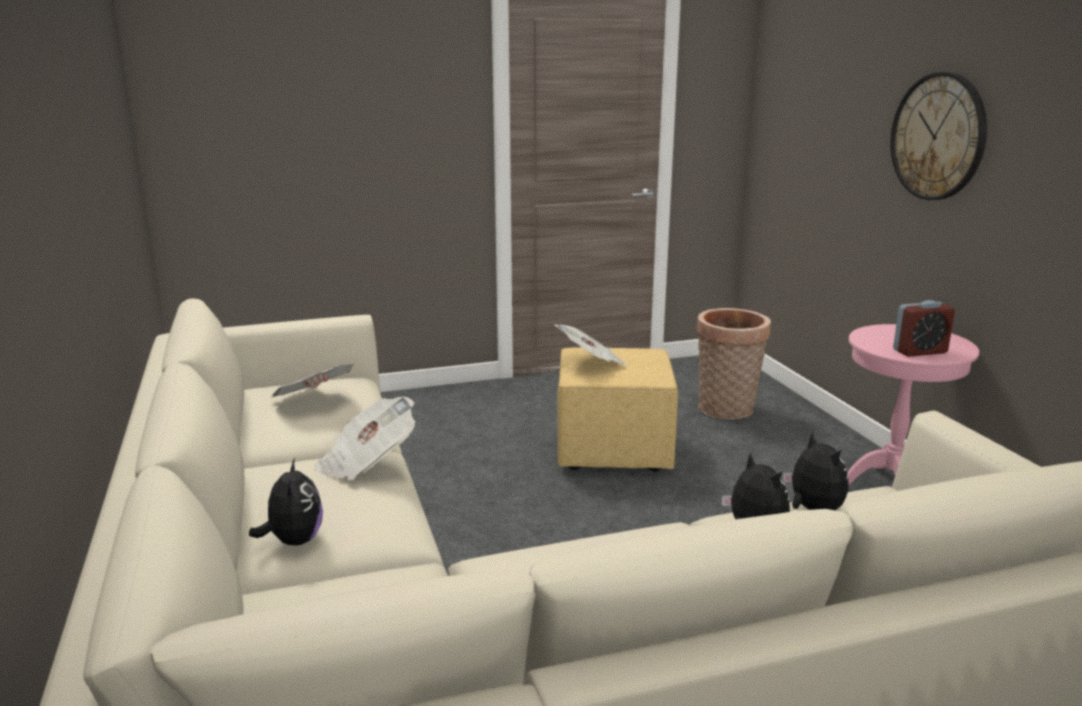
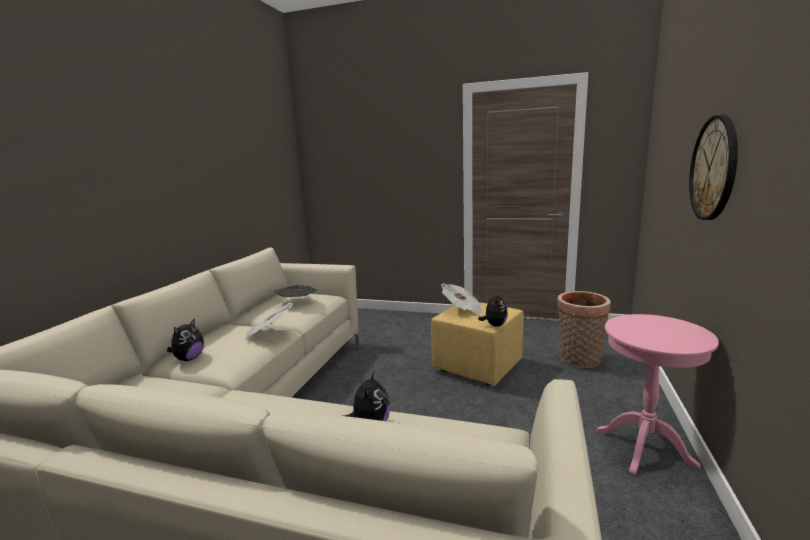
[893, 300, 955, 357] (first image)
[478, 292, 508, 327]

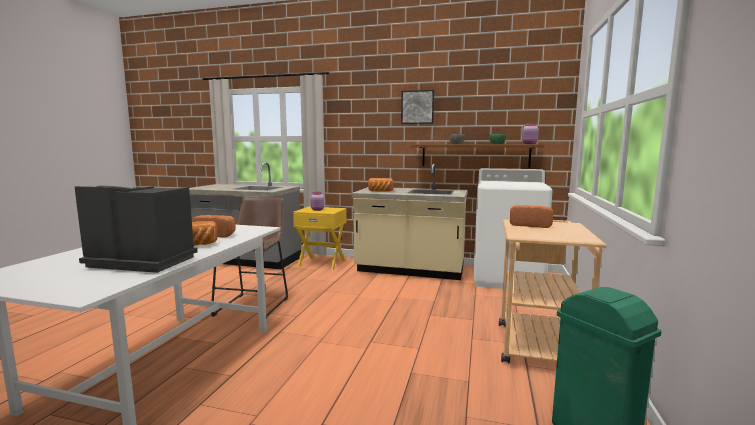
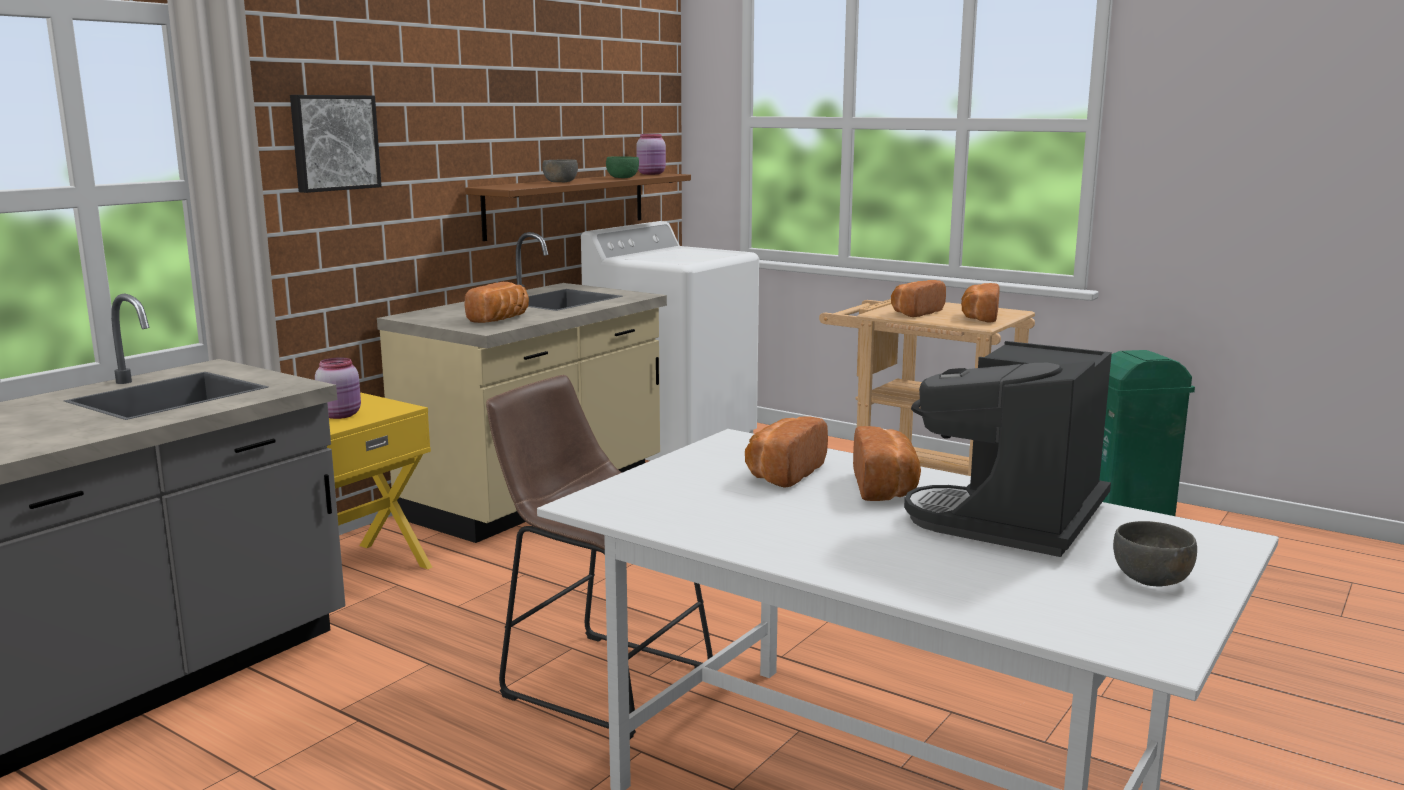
[290, 95, 382, 193]
[961, 283, 1000, 323]
[1113, 521, 1197, 586]

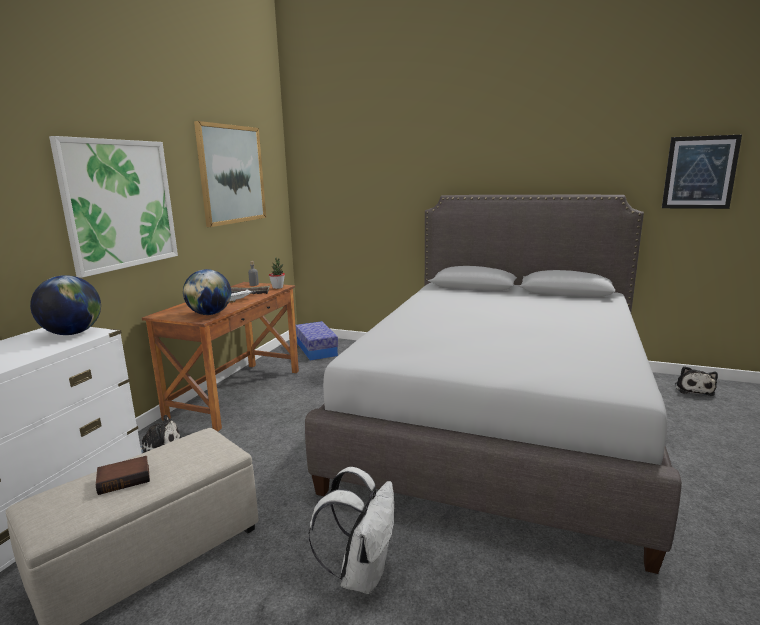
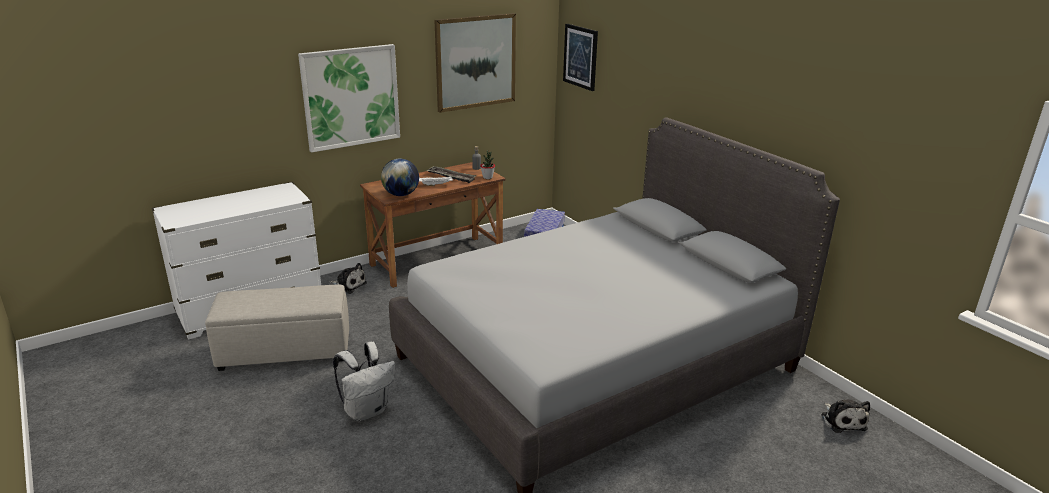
[563, 24, 598, 91]
[30, 275, 101, 335] (first image)
[821, 399, 870, 433]
[96, 456, 150, 495] (first image)

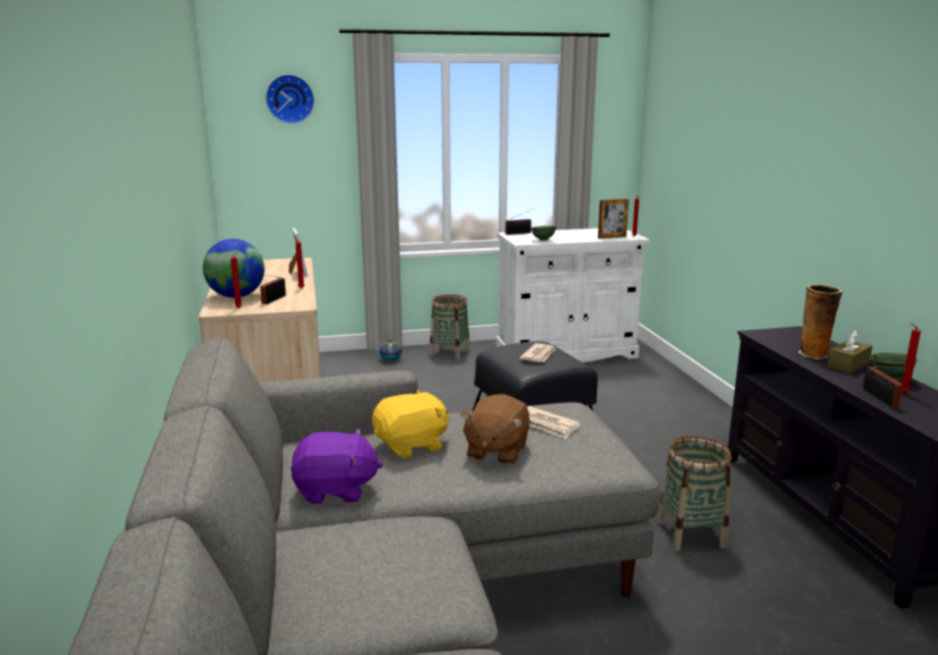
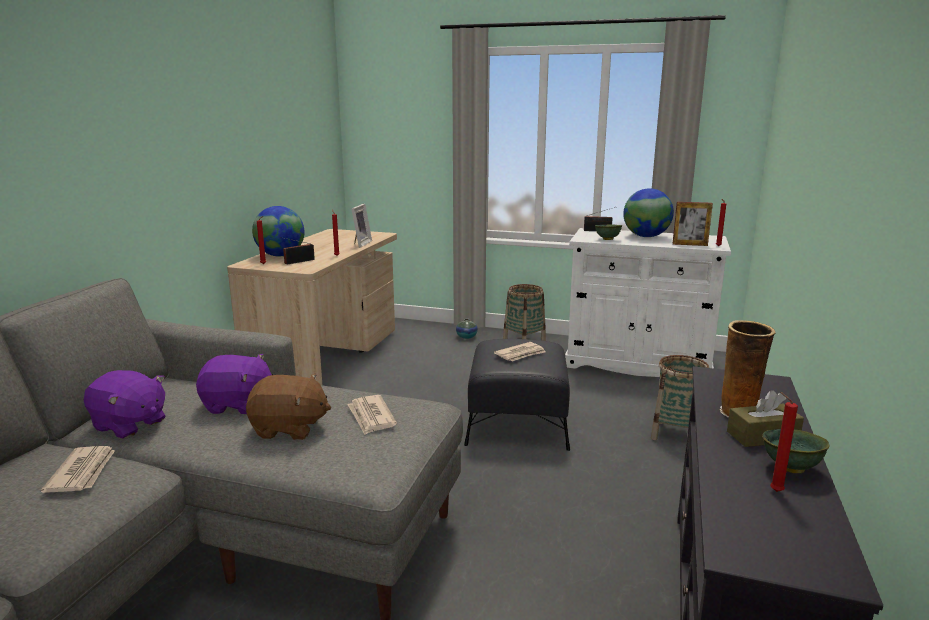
[266, 74, 314, 124] (first image)
[862, 366, 909, 408] (first image)
[196, 354, 273, 414]
[246, 374, 331, 440]
[651, 355, 709, 440]
[623, 188, 674, 237]
[41, 446, 115, 493]

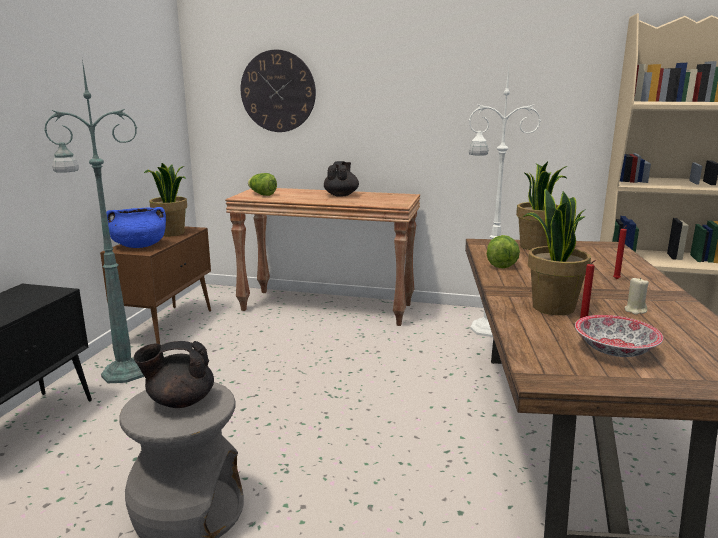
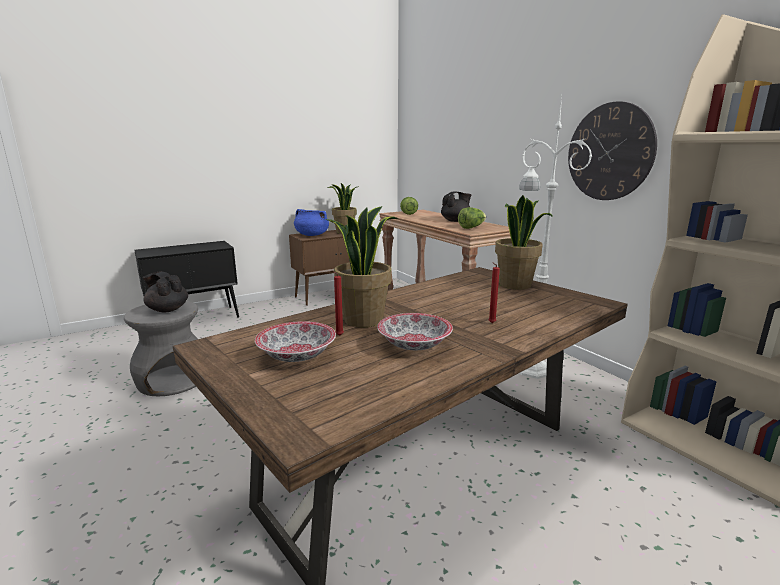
[568, 101, 657, 200]
[44, 59, 144, 383] (first image)
[458, 207, 486, 229]
[377, 313, 453, 350]

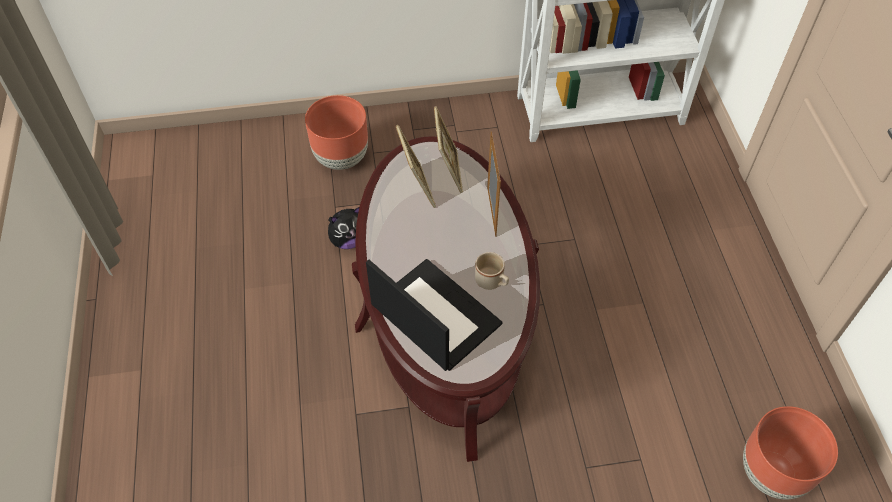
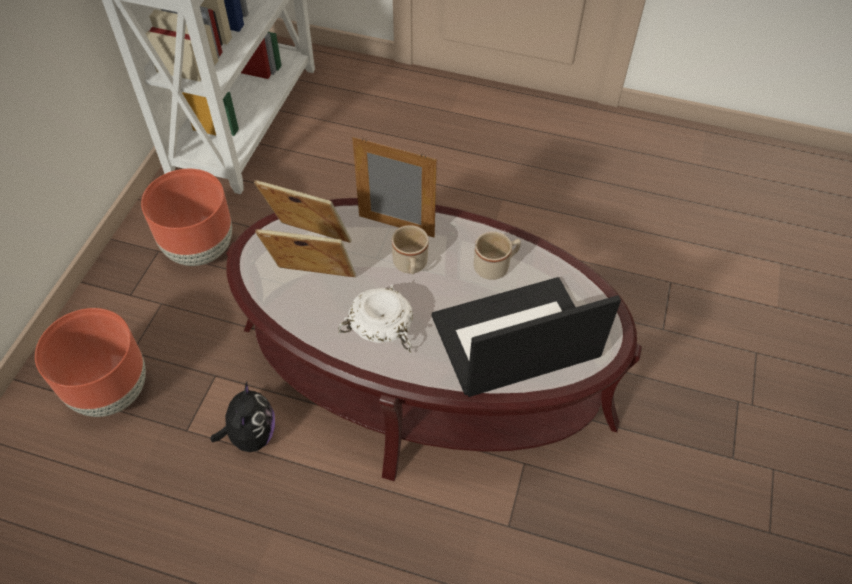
[141, 169, 232, 266]
[392, 225, 429, 274]
[338, 285, 413, 354]

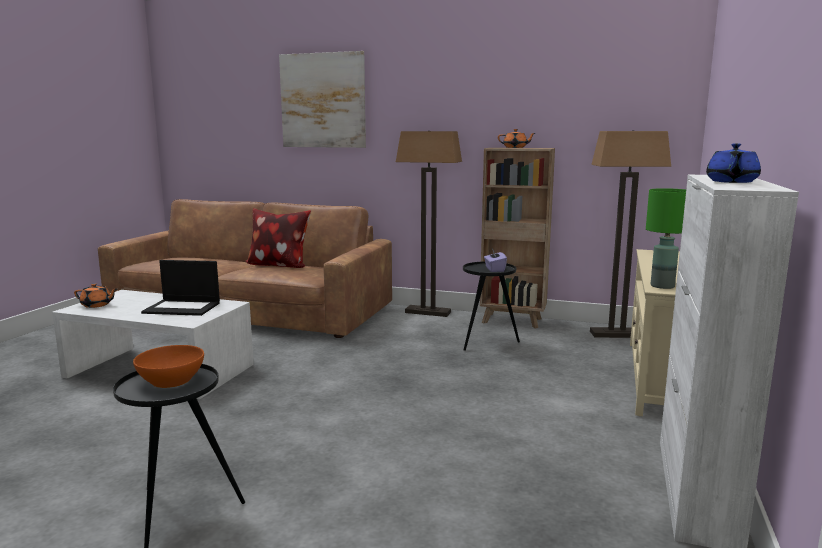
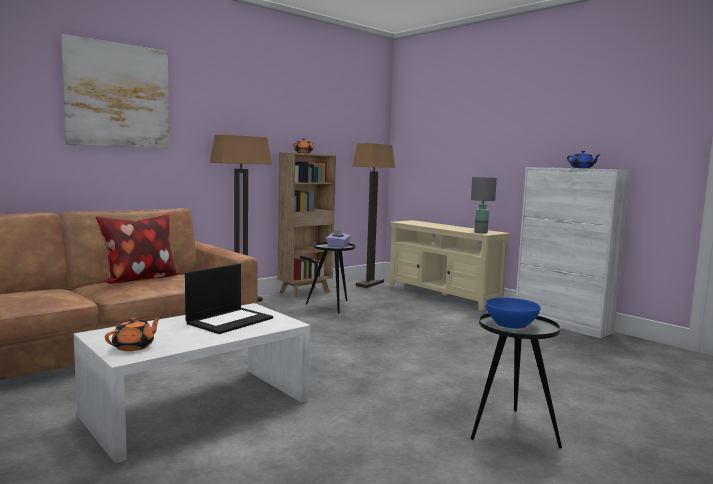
[471, 177, 497, 233]
[485, 298, 541, 329]

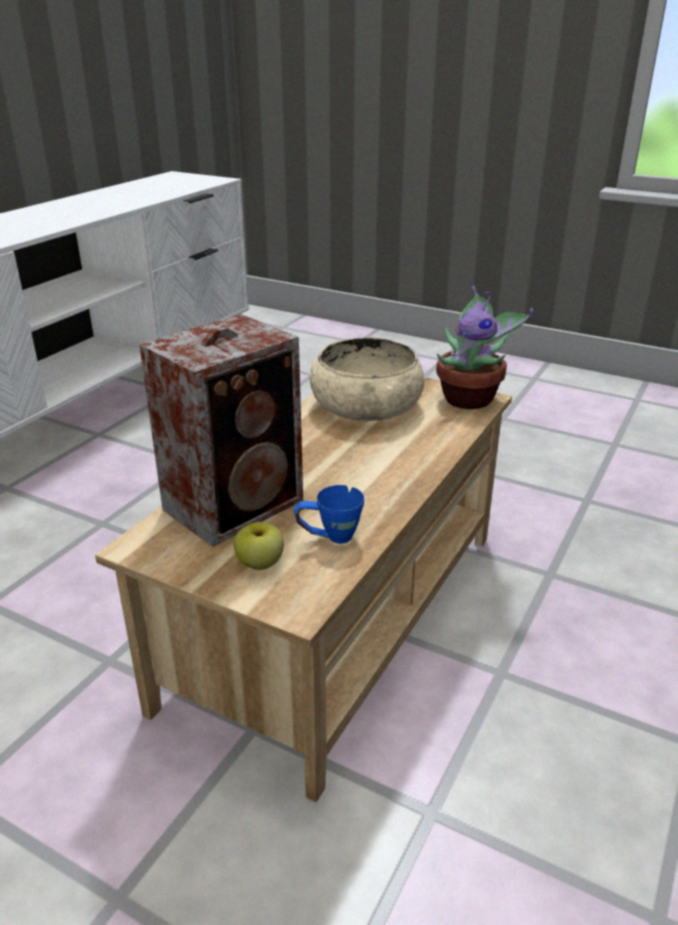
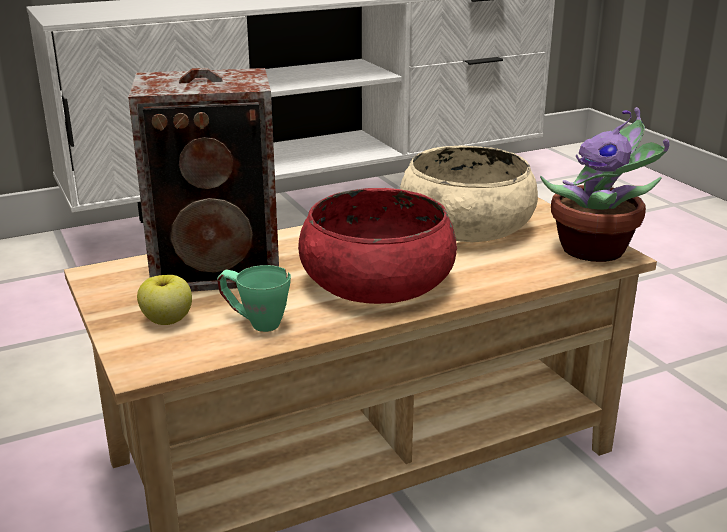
[217, 265, 291, 332]
[298, 188, 457, 304]

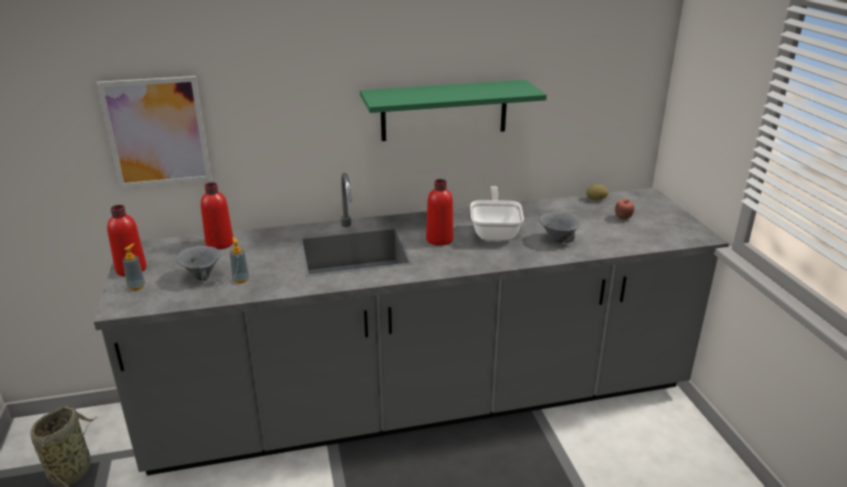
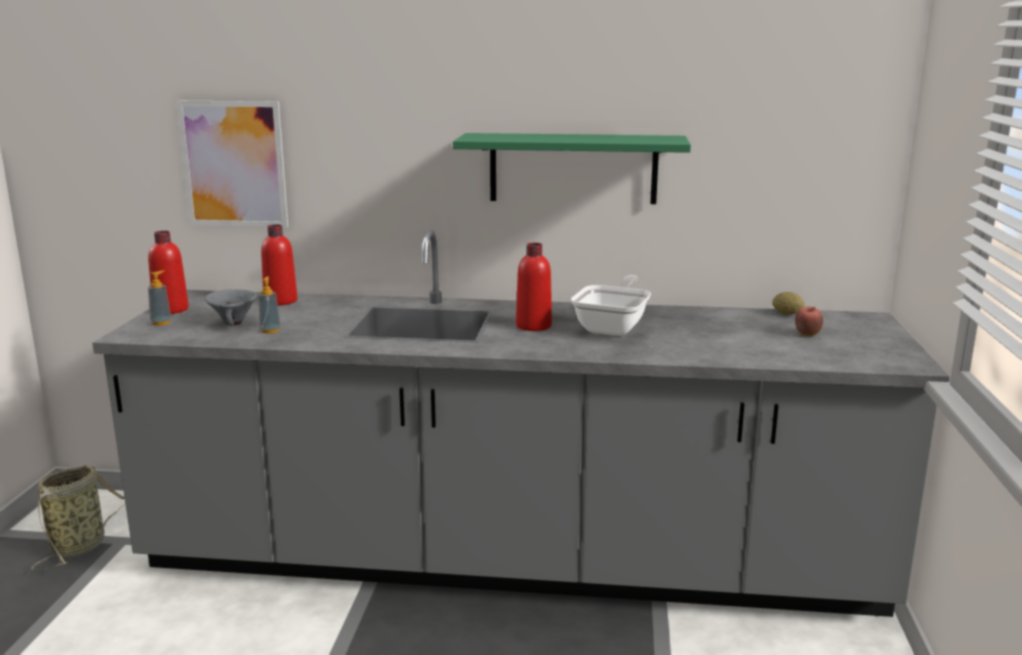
[539, 213, 579, 243] (first image)

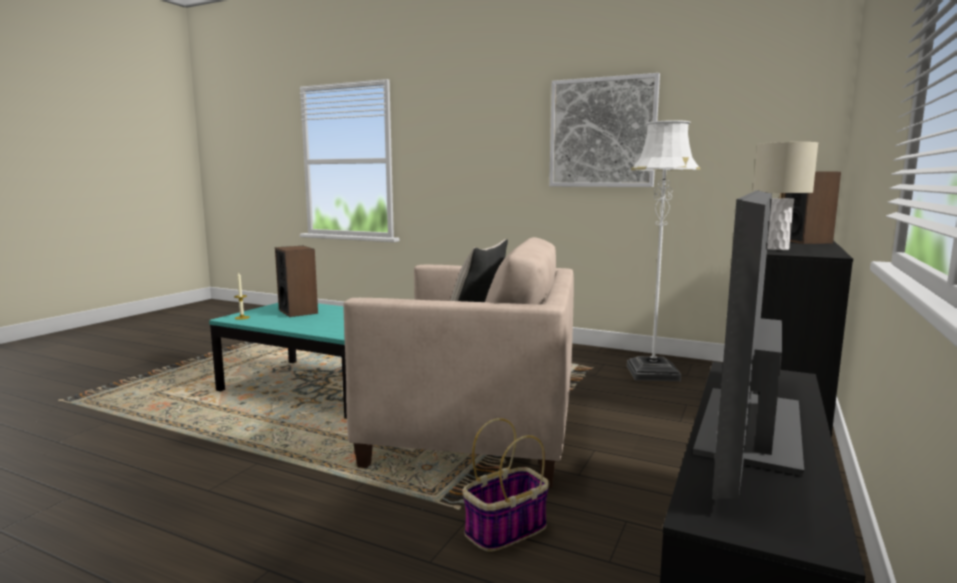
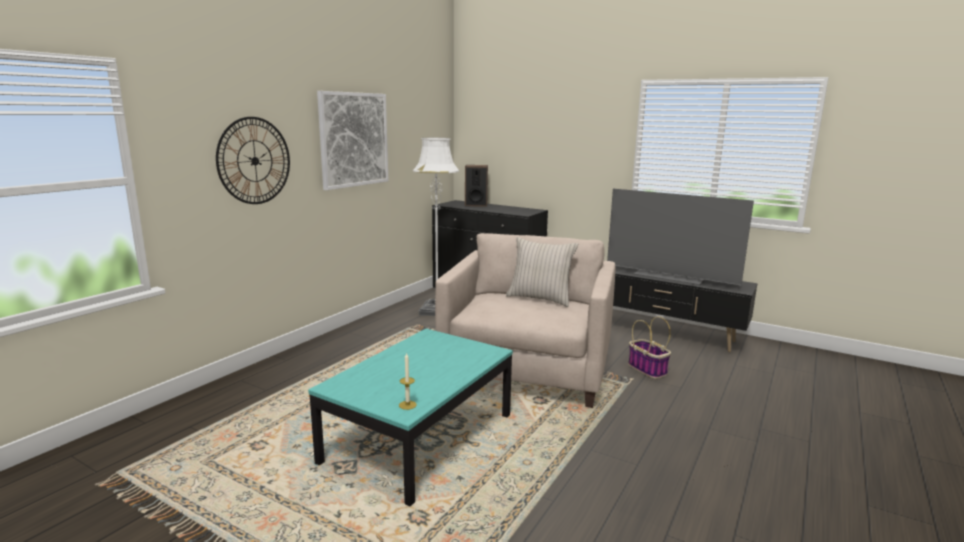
[753, 142, 818, 250] (first image)
[275, 246, 318, 317] (first image)
[216, 117, 290, 204]

